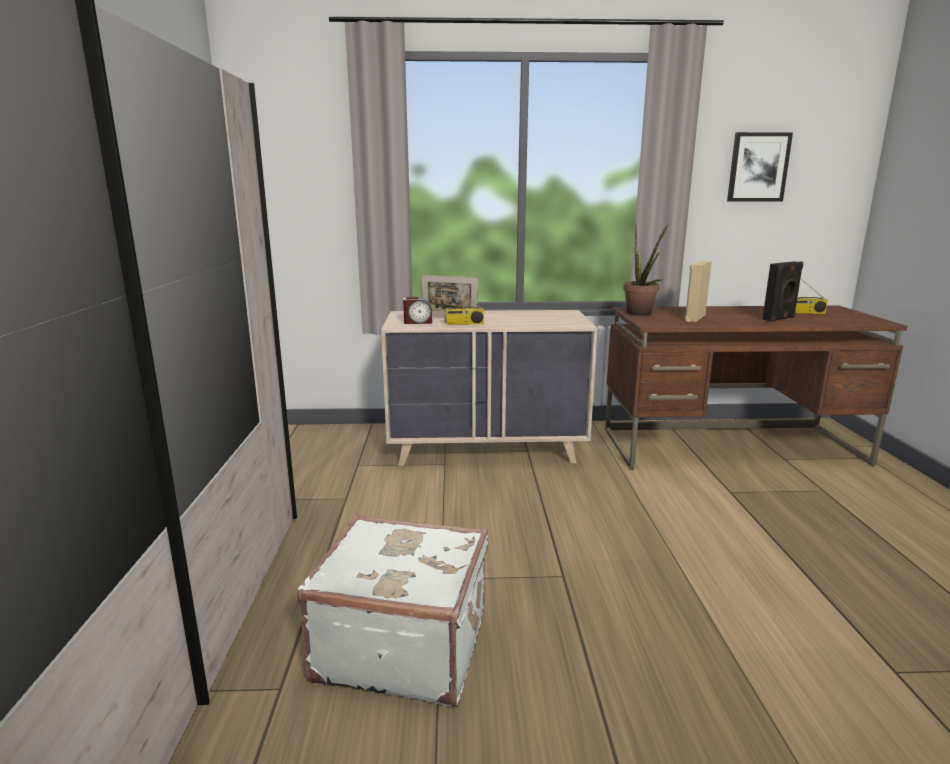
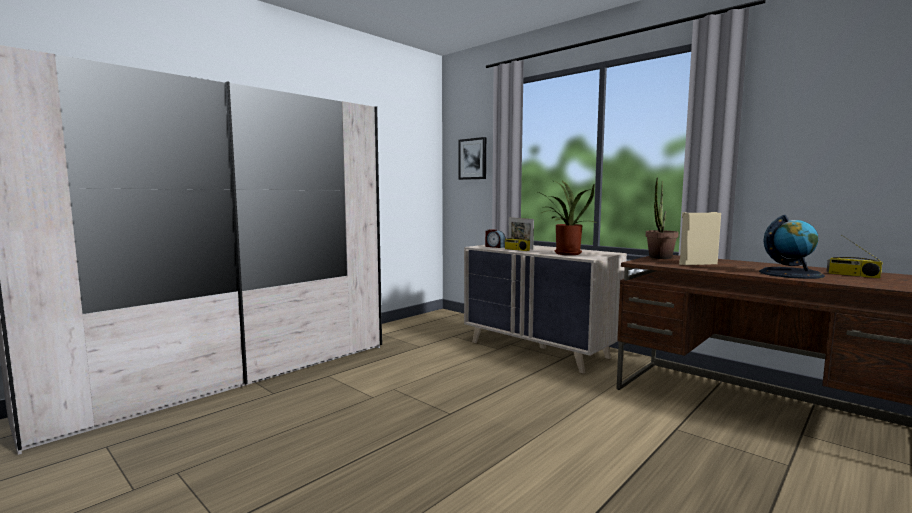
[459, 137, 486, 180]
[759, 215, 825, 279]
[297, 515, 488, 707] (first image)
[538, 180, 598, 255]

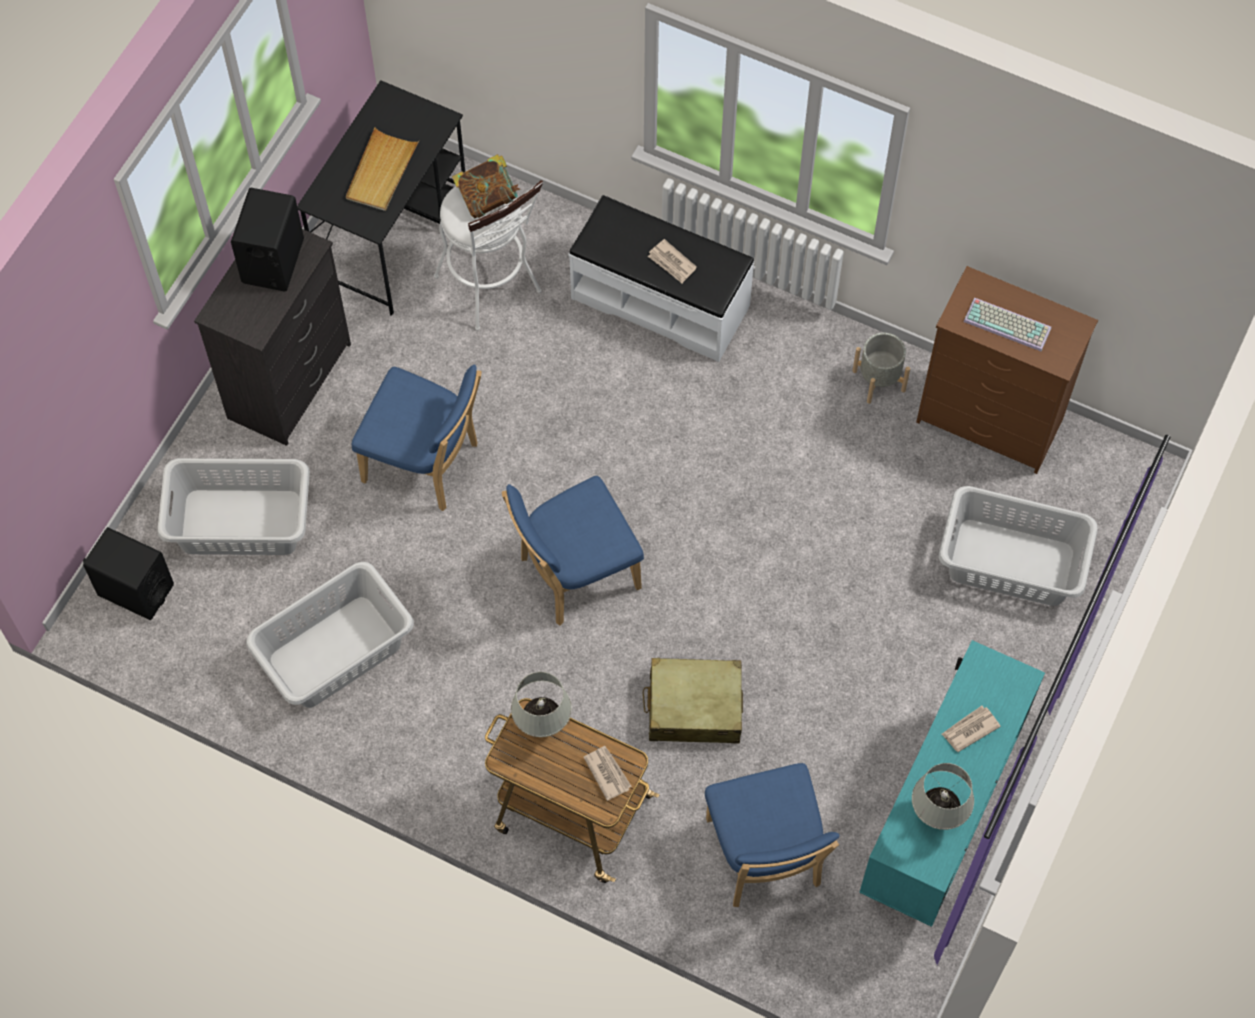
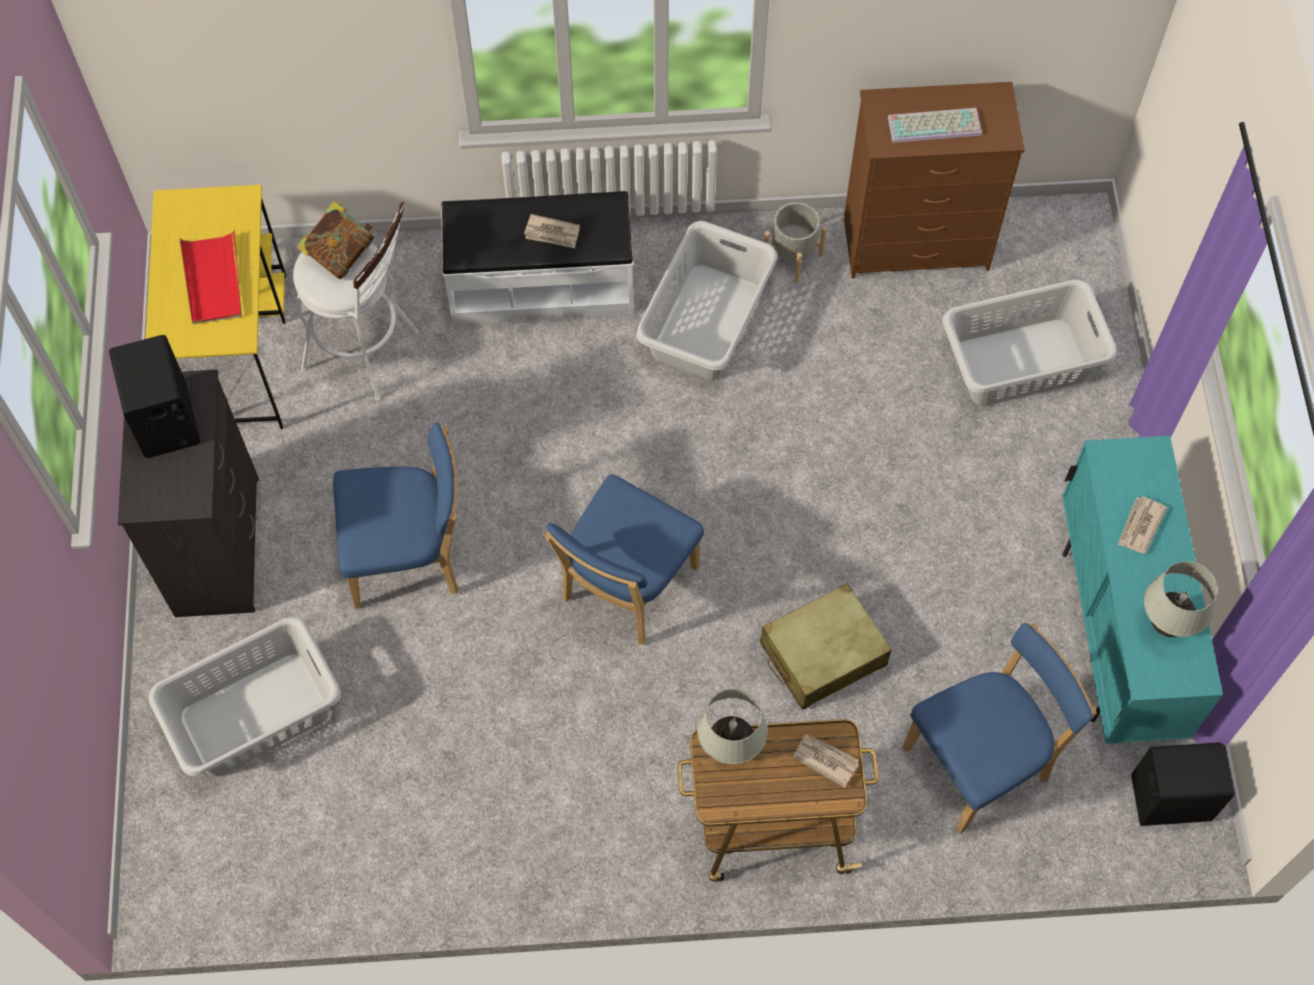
[145, 185, 286, 429]
[179, 230, 242, 324]
[1132, 742, 1235, 826]
[636, 221, 778, 380]
[903, 623, 1097, 834]

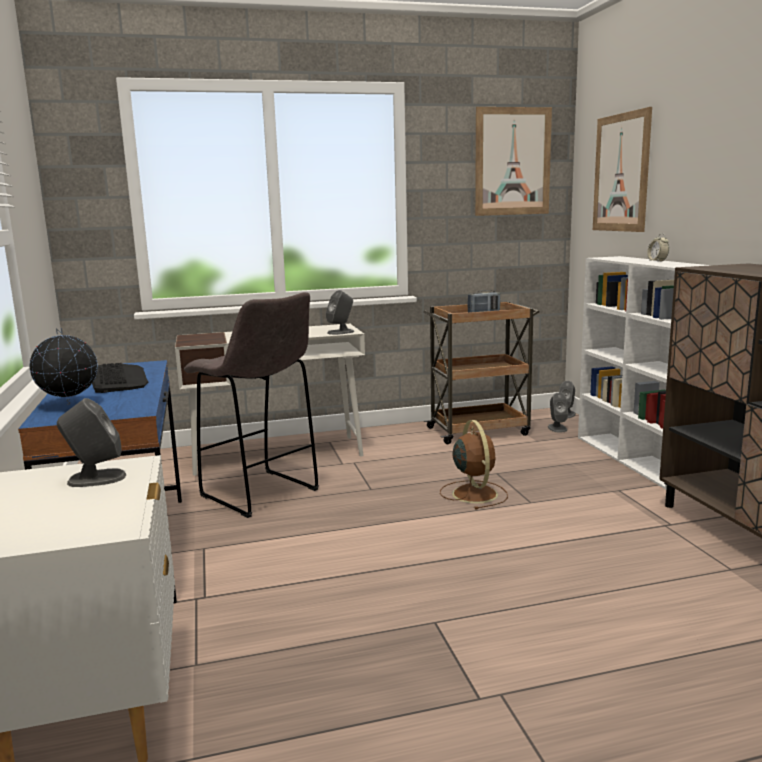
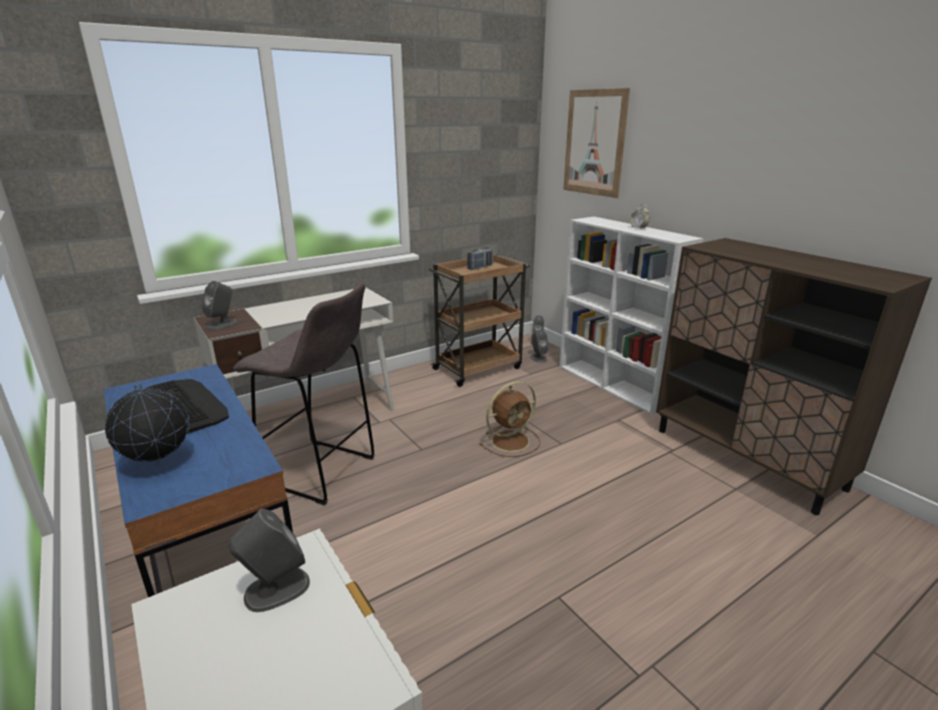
[475, 107, 552, 216] (first image)
[202, 281, 238, 330]
[480, 381, 540, 457]

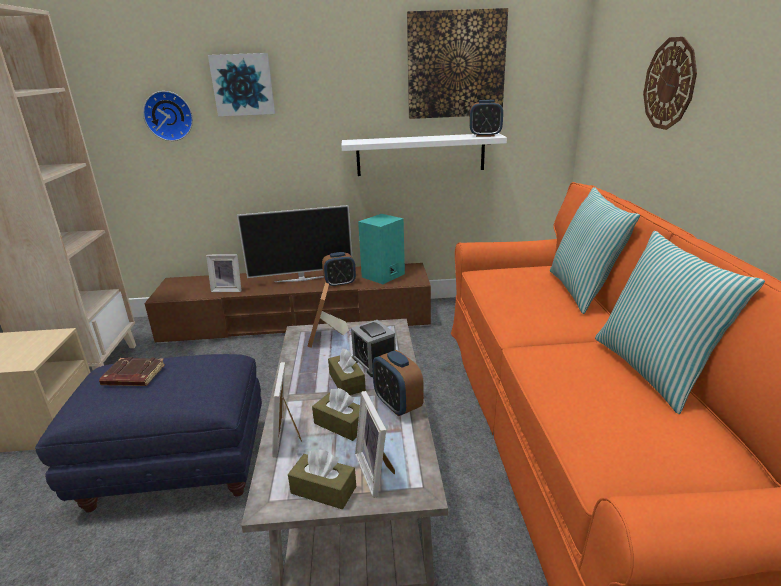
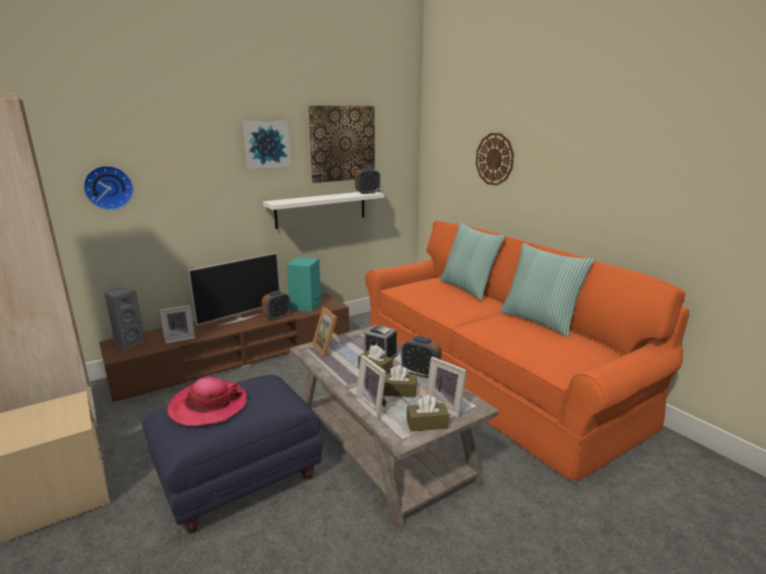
[243, 121, 291, 169]
[167, 377, 247, 426]
[104, 288, 145, 350]

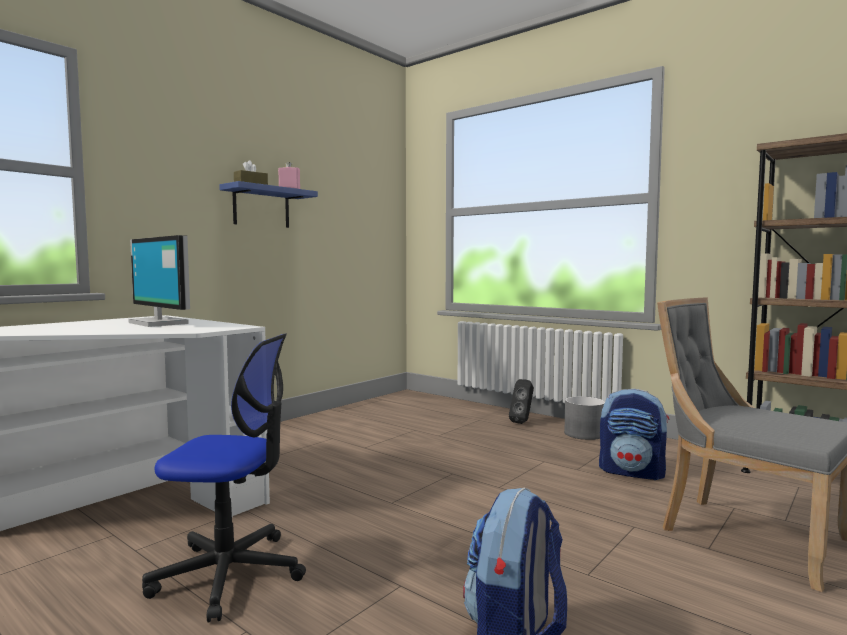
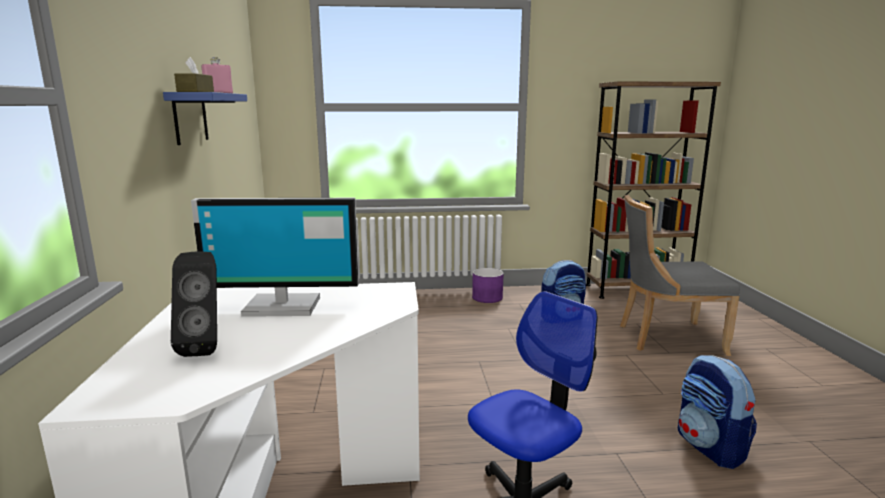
[171, 251, 217, 357]
[472, 268, 504, 303]

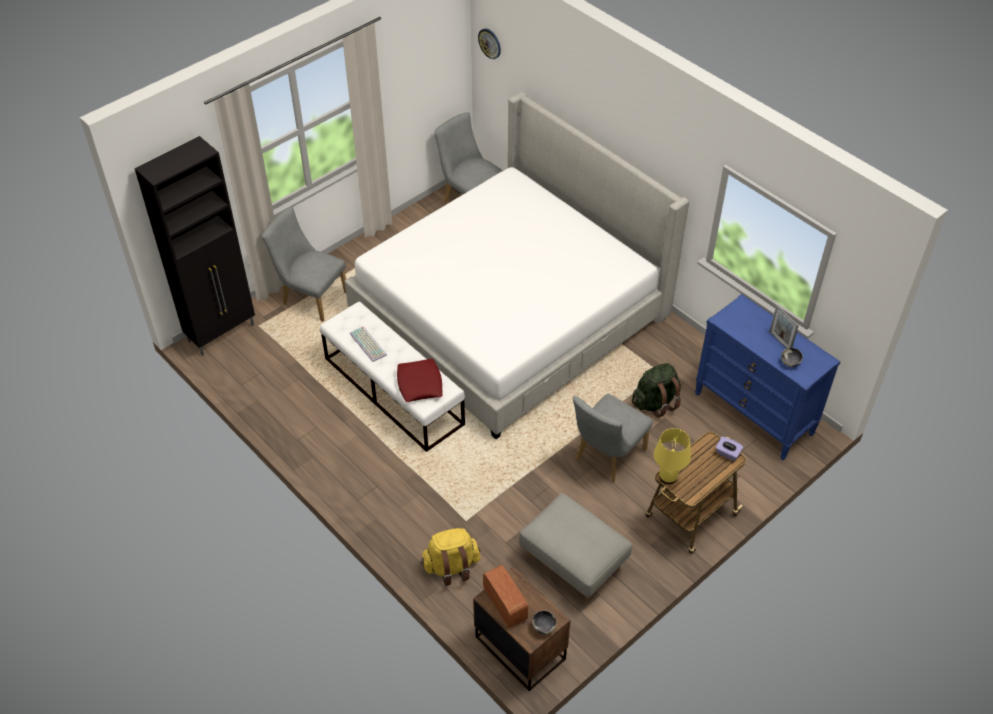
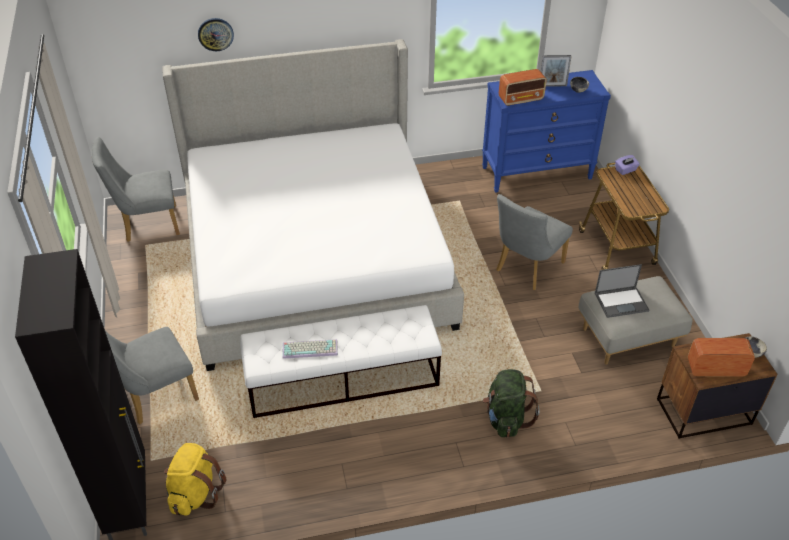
[198, 18, 234, 51]
[397, 358, 442, 402] (first image)
[483, 369, 540, 437]
[496, 194, 573, 290]
[654, 428, 691, 484] (first image)
[164, 443, 227, 515]
[499, 69, 546, 106]
[595, 264, 649, 318]

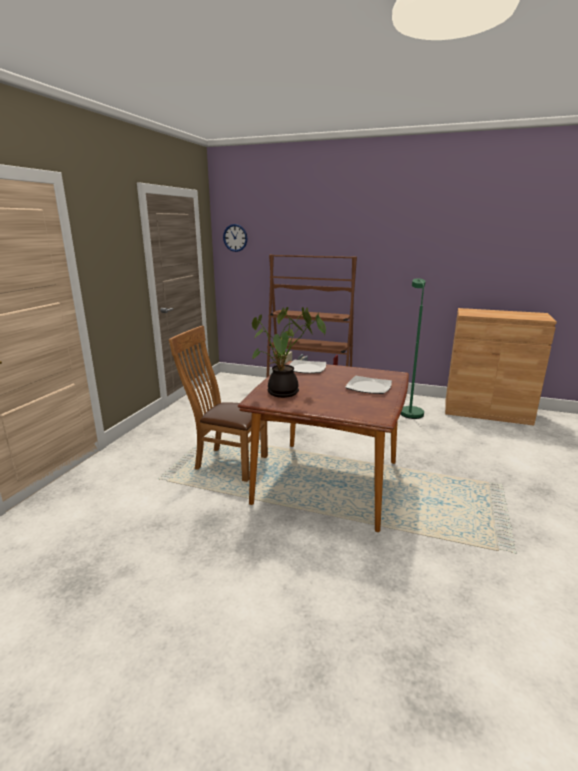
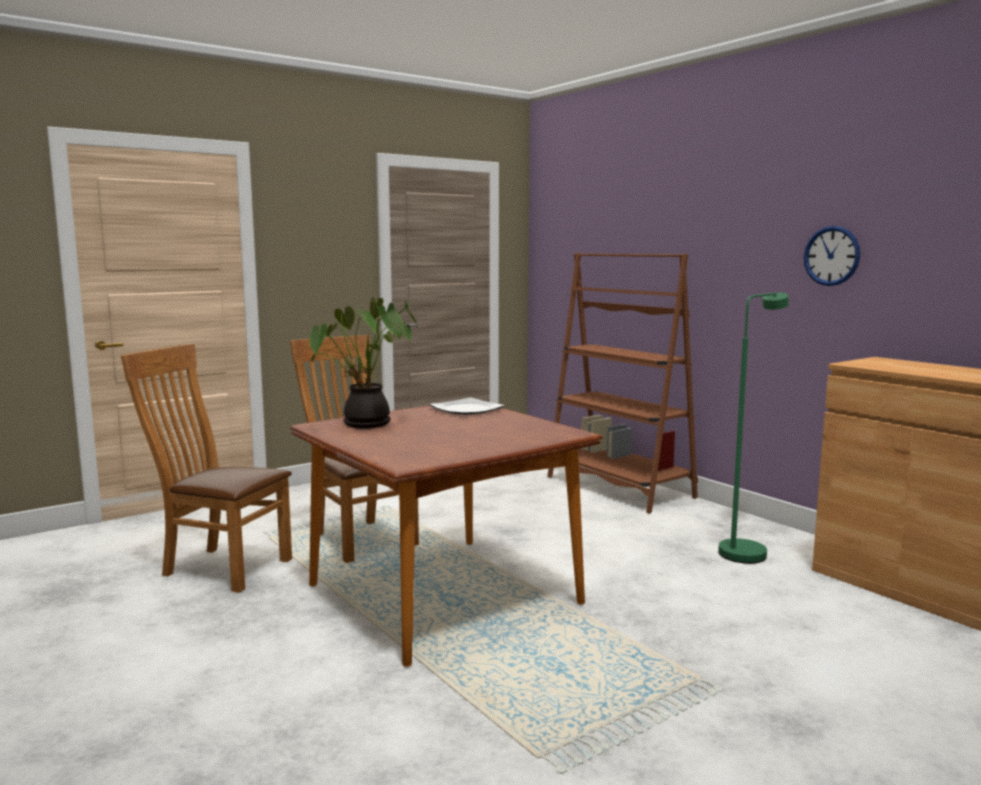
[804, 226, 860, 286]
[345, 376, 392, 394] (first image)
[121, 344, 292, 593]

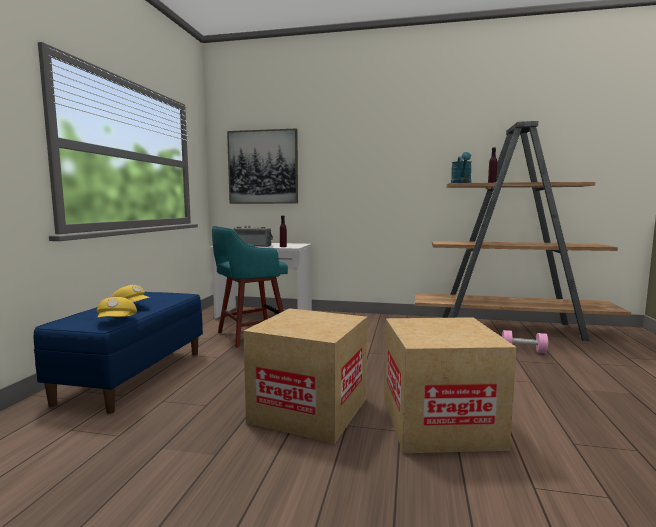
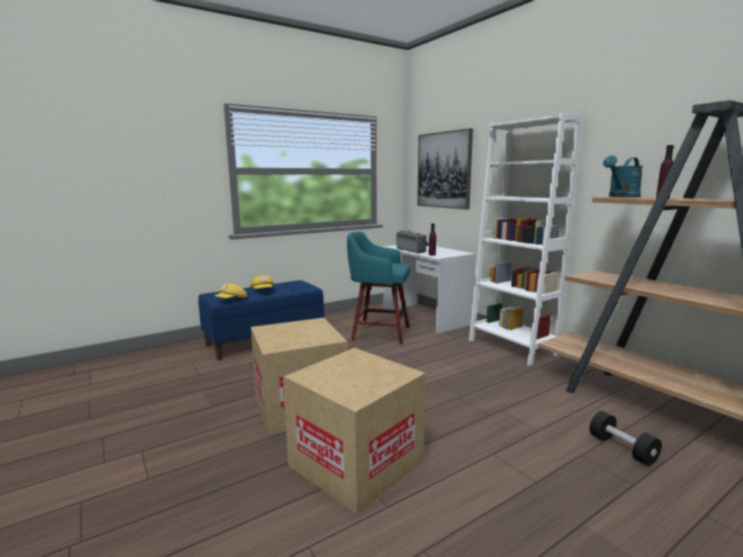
[589, 411, 662, 466]
[469, 113, 582, 366]

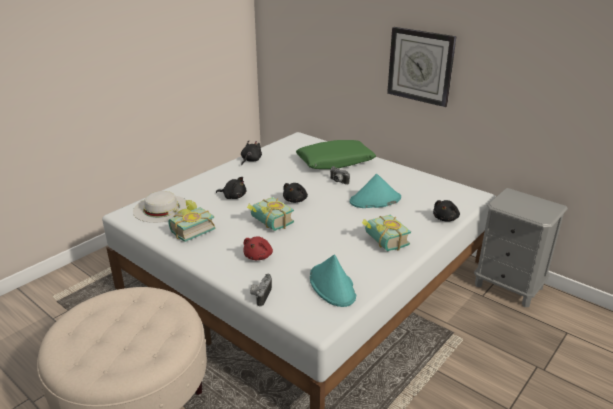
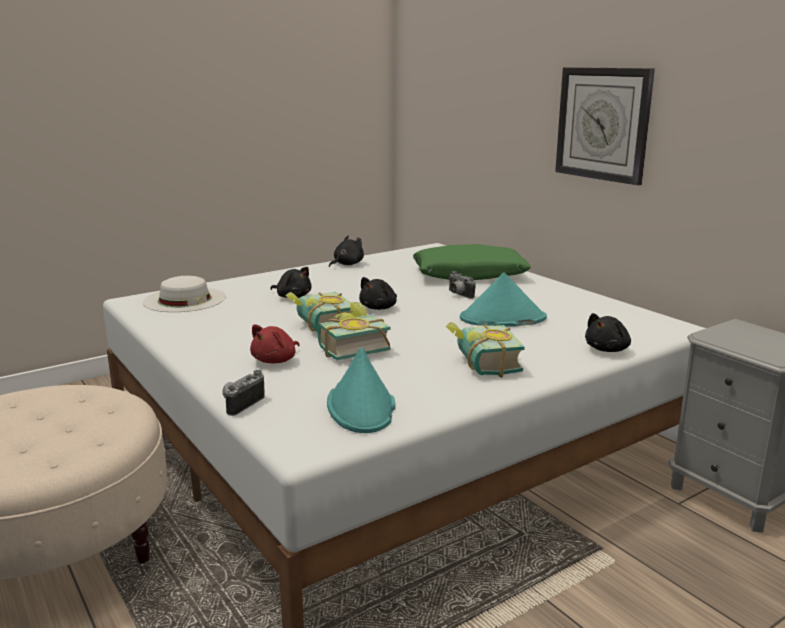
[318, 302, 390, 360]

